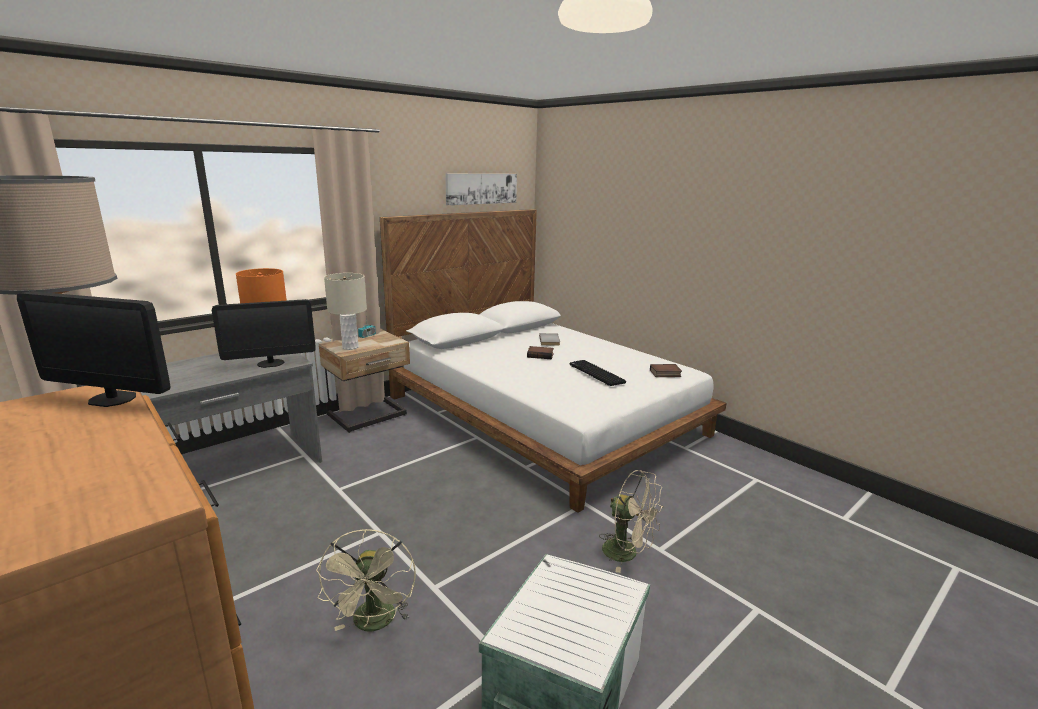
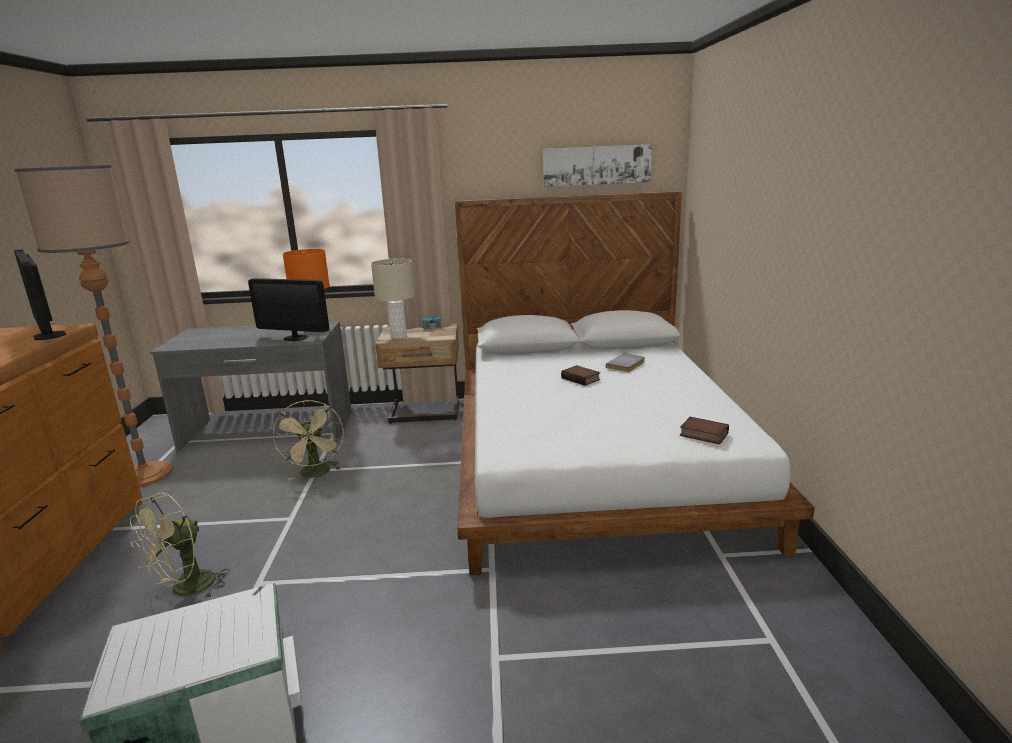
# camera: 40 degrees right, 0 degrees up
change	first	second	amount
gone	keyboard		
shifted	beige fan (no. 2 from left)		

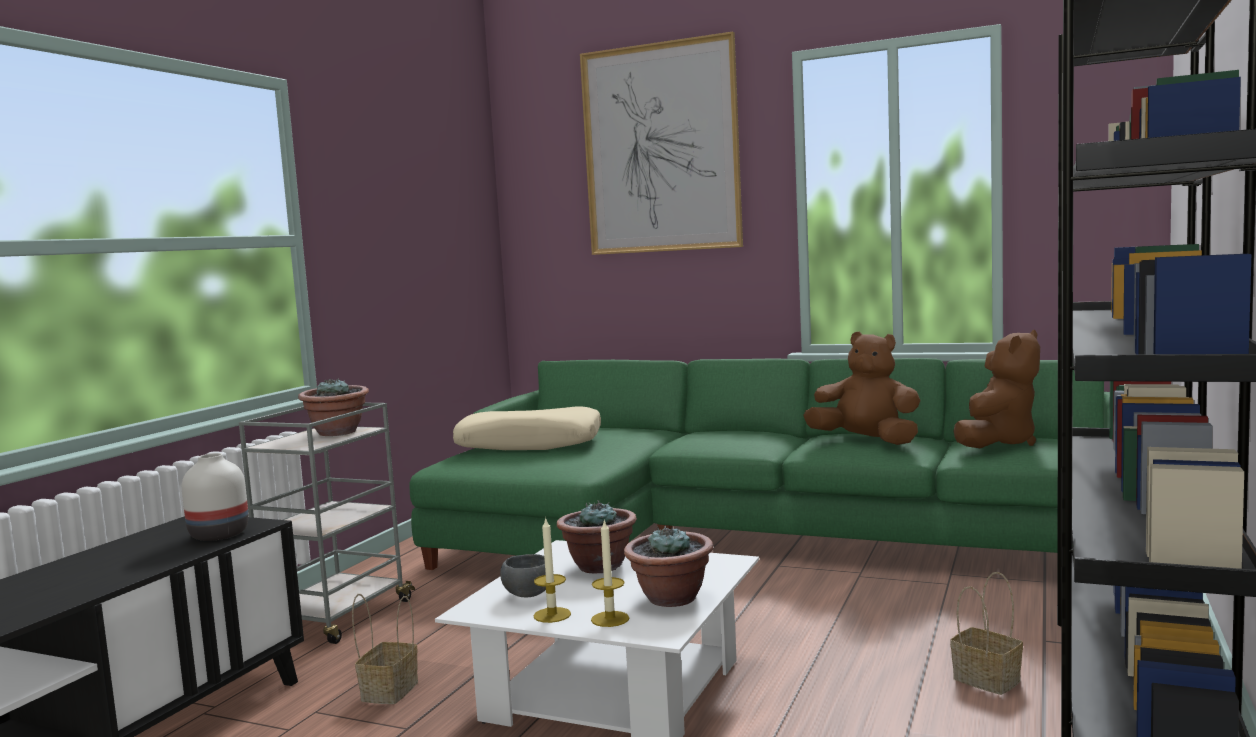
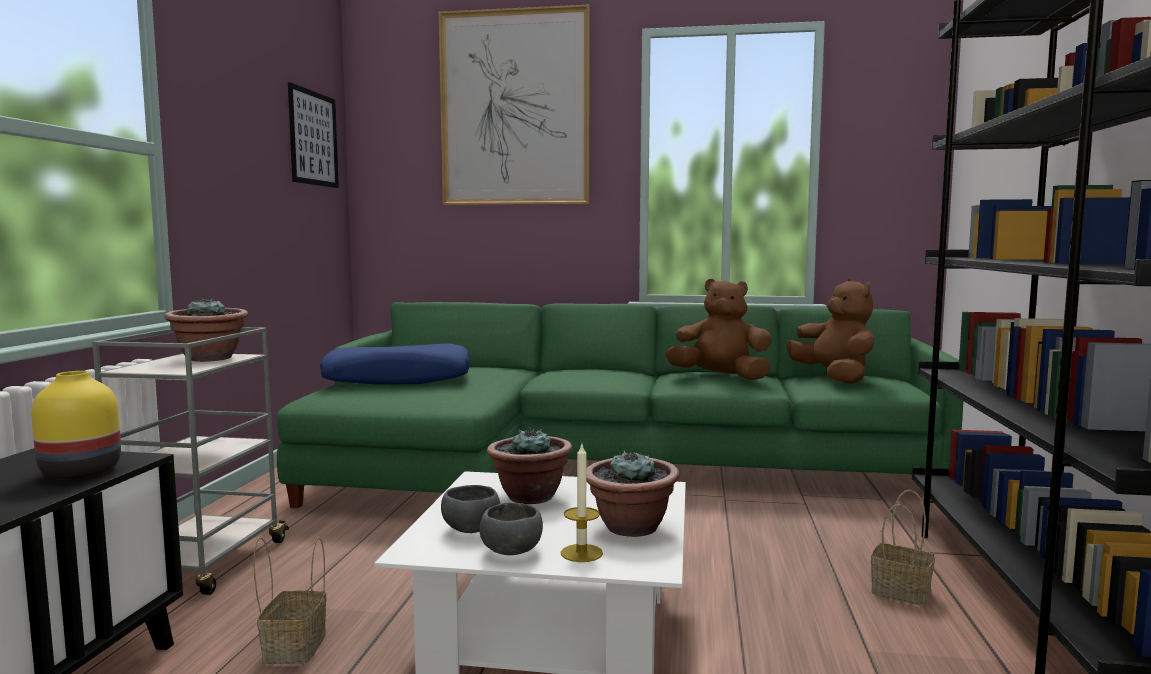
# camera: 15 degrees left, 0 degrees up
change	first	second	amount
new		picture (no. 1 from left)	
swapped	candle (no. 1 from left)	grey bowl (no. 2 from left)	
repainted	white vase	yellow vase	
repainted	beige pillow	blue pillow	
rotated	brown plush toy (no. 2 from left)		45 degrees counterclockwise

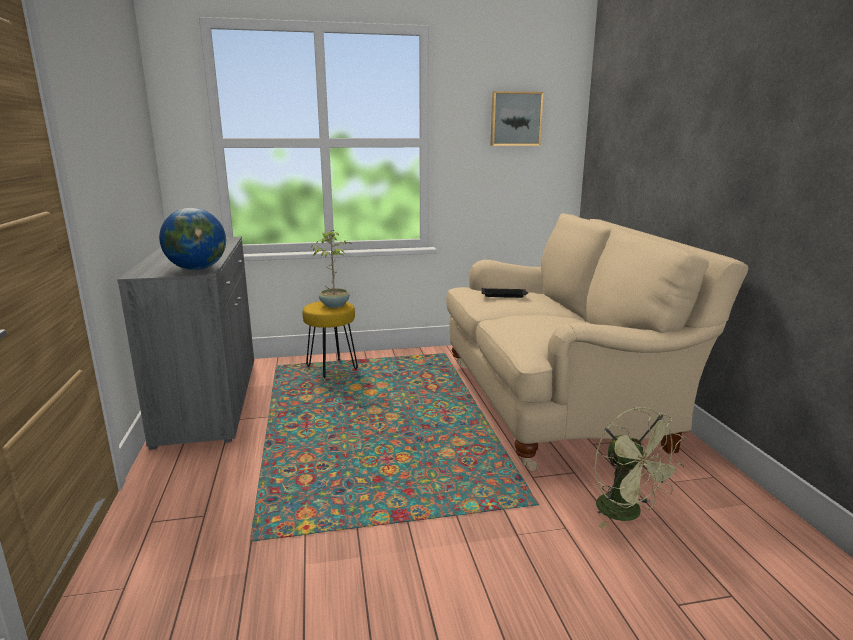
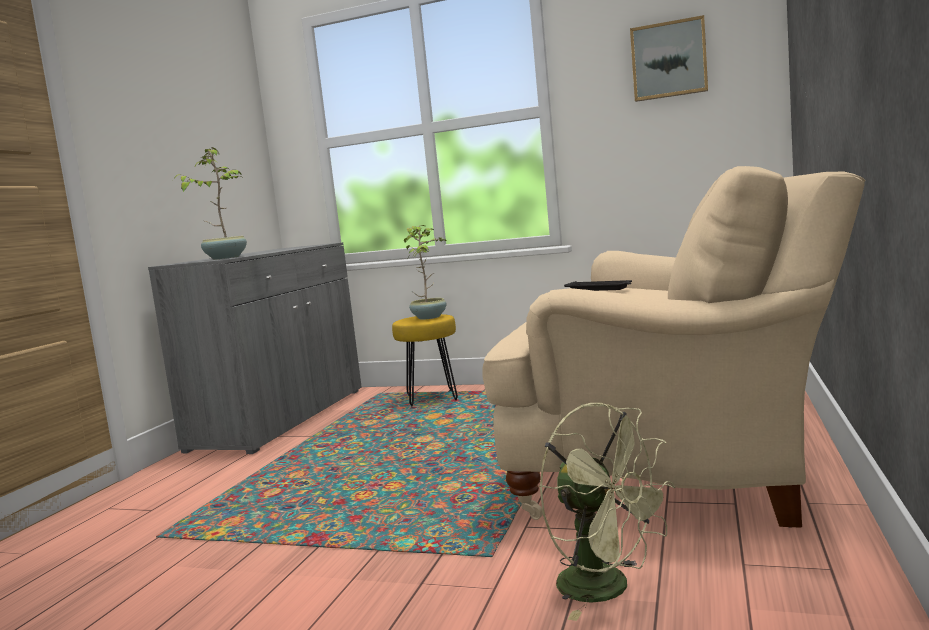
# camera: 30 degrees right, 10 degrees down
change	first	second	amount
swapped	globe	potted plant (no. 1 from left)	
rotated	green fan		45 degrees counterclockwise

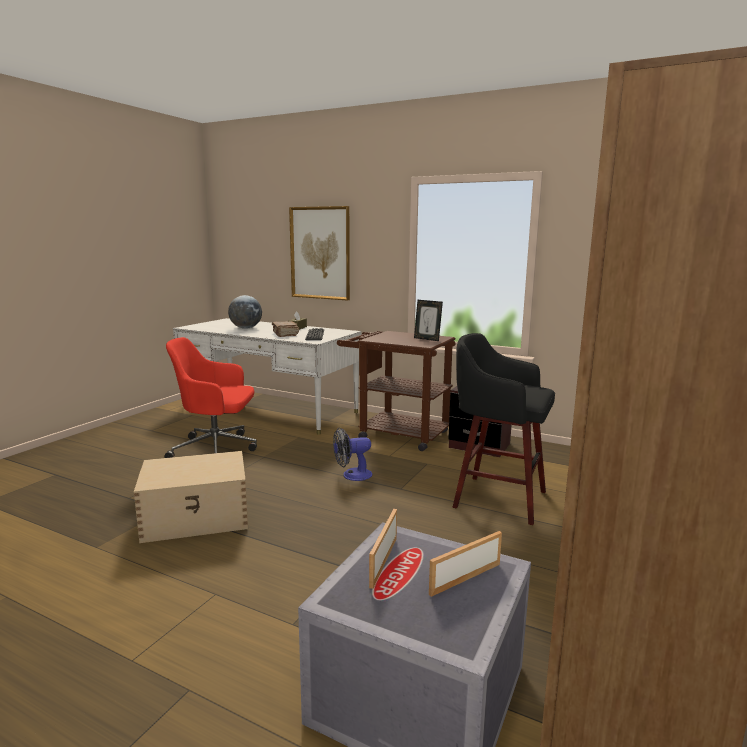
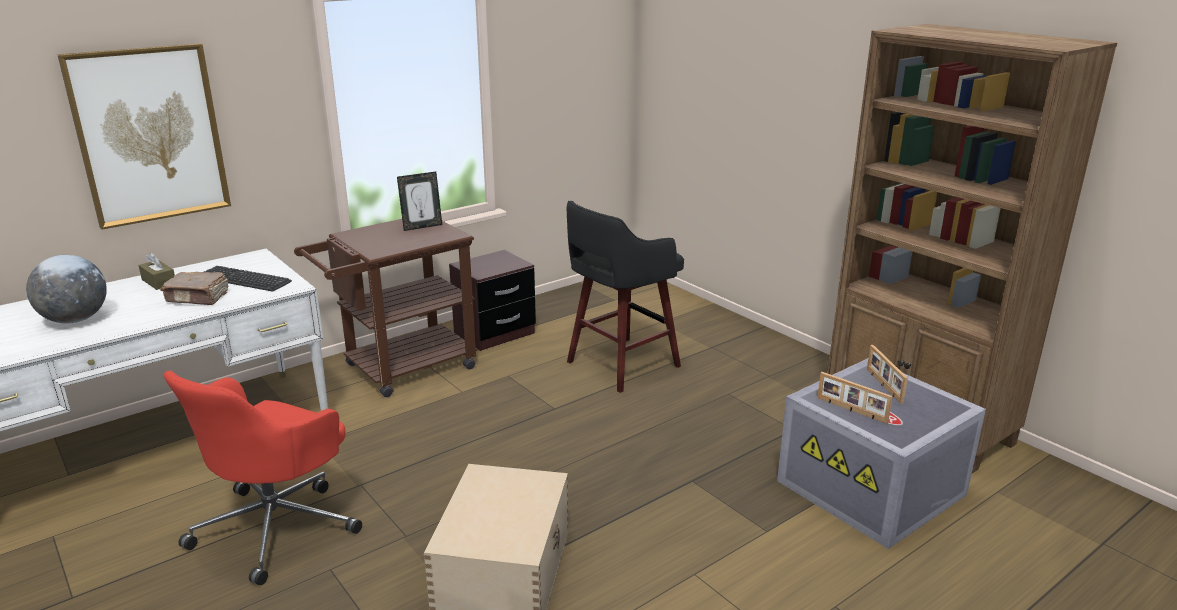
# camera: 65 degrees left, 10 degrees up
change	first	second	amount
gone	fan		

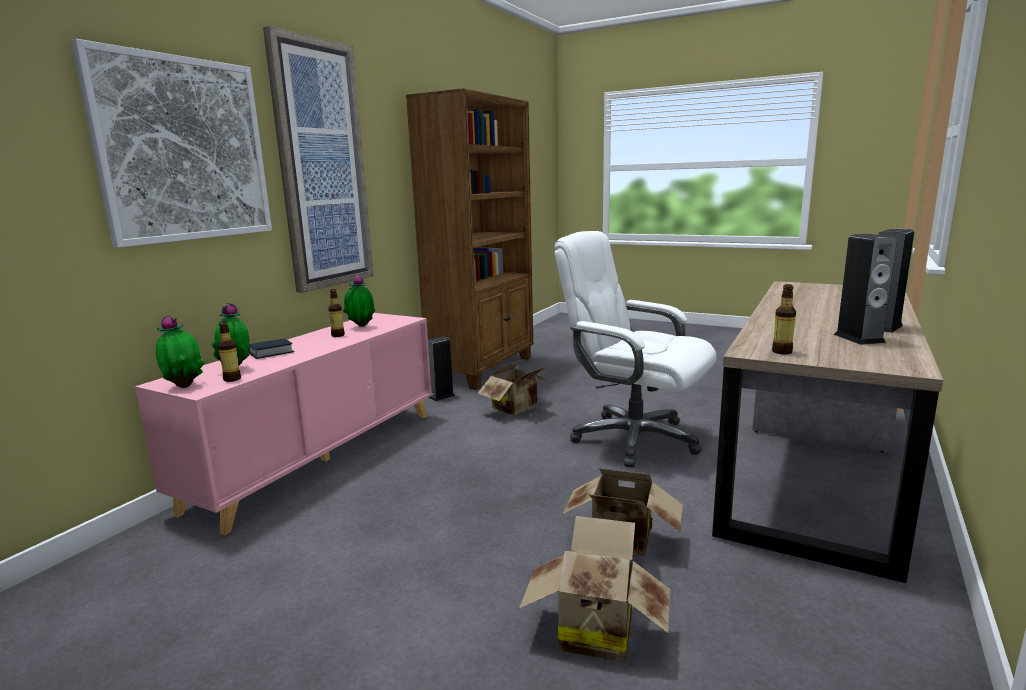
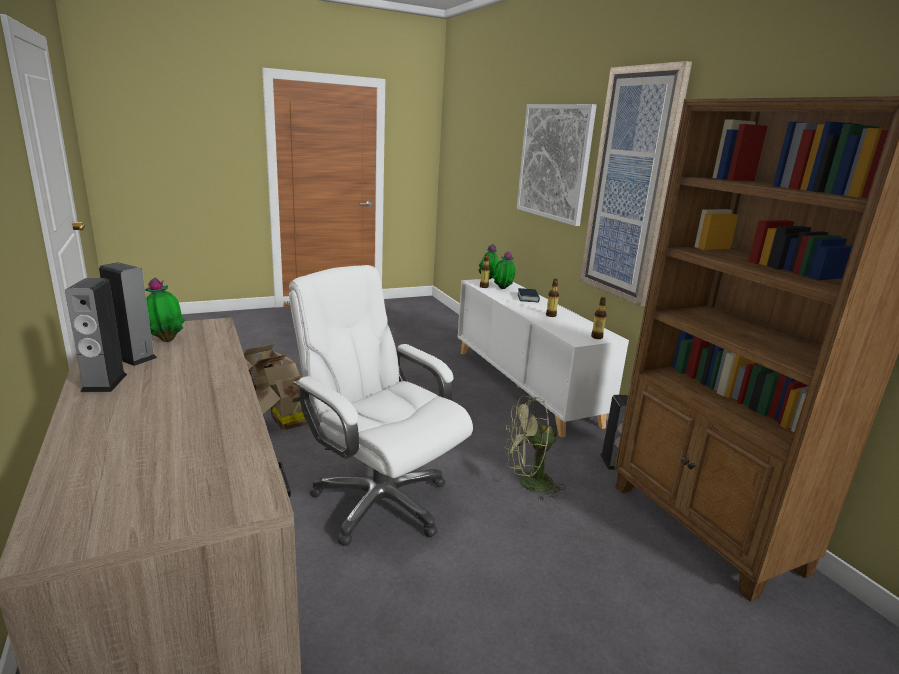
# camera: 125 degrees right, 5 degrees up
change	first	second	amount
shifted	potted plant (no. 3 from left in the first image)	potted plant (no. 1 from left)	
shifted	bottle (no. 3 from left)		
swapped	cardboard box (no. 1 from left)	green fan	
repainted	pink cabinet	white cabinet	
rotated	white office chair		120 degrees counterclockwise

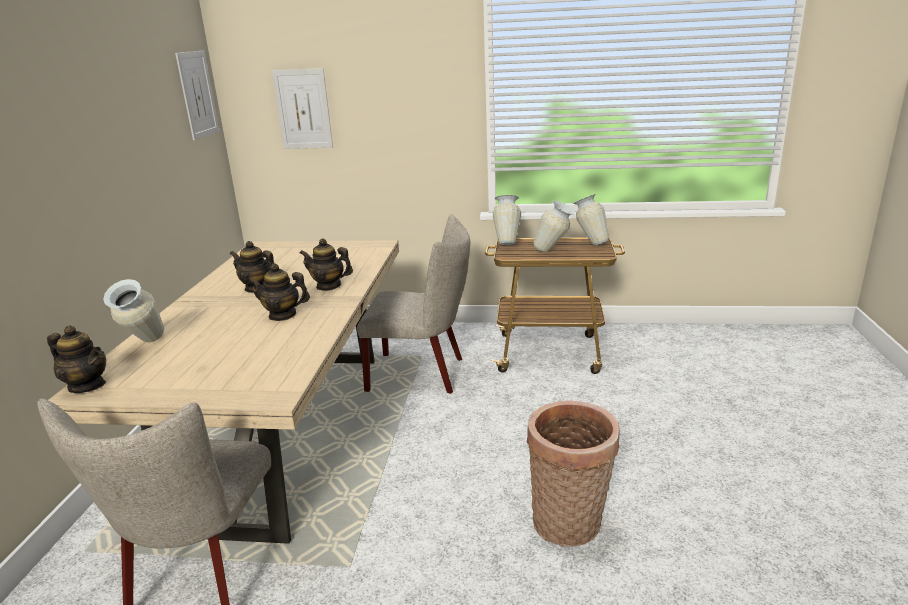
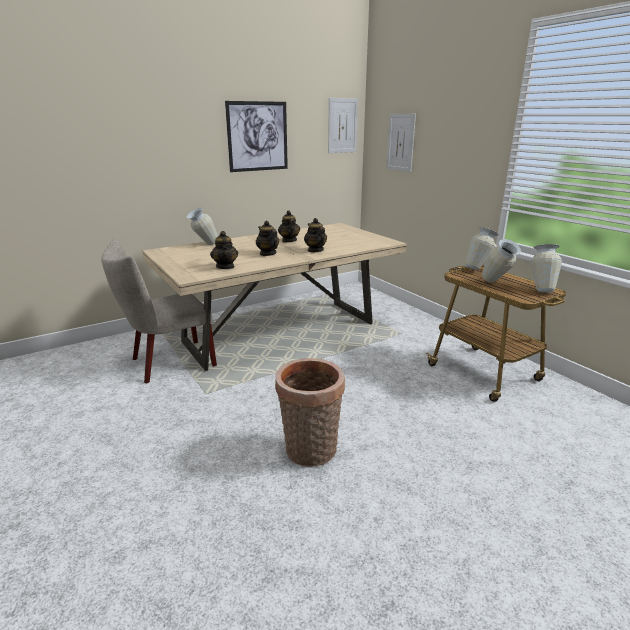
# camera: 50 degrees right, 0 degrees up
change	first	second	amount
gone	beige chair (no. 2 from left)		
new		picture (no. 1 from left)	
shifted	teapot (no. 1 from left)		

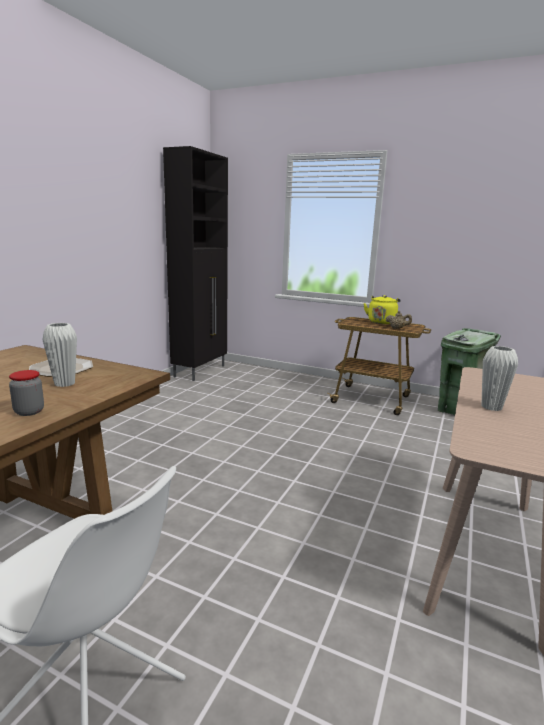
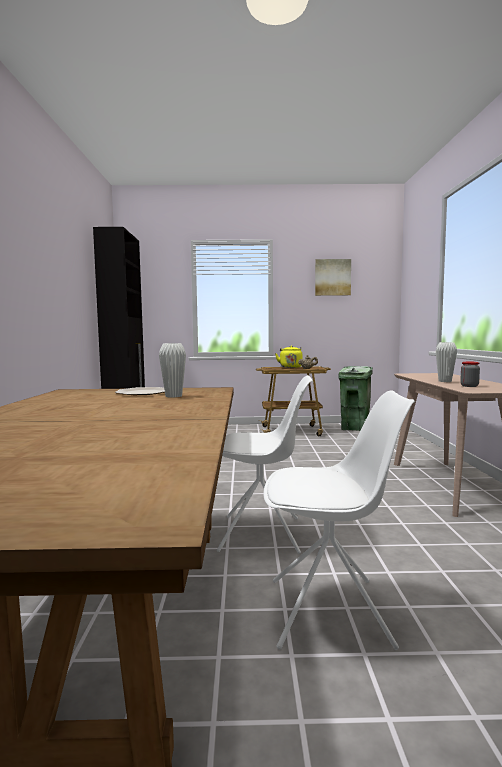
# camera: 25 degrees left, 10 degrees down
change	first	second	amount
new		white chair (no. 1 from left)	
new		picture	
shifted	jar		

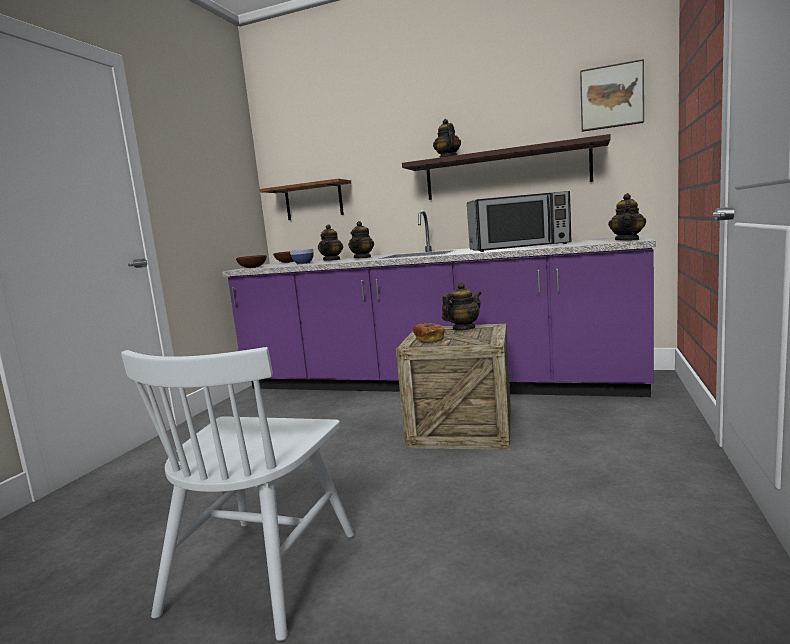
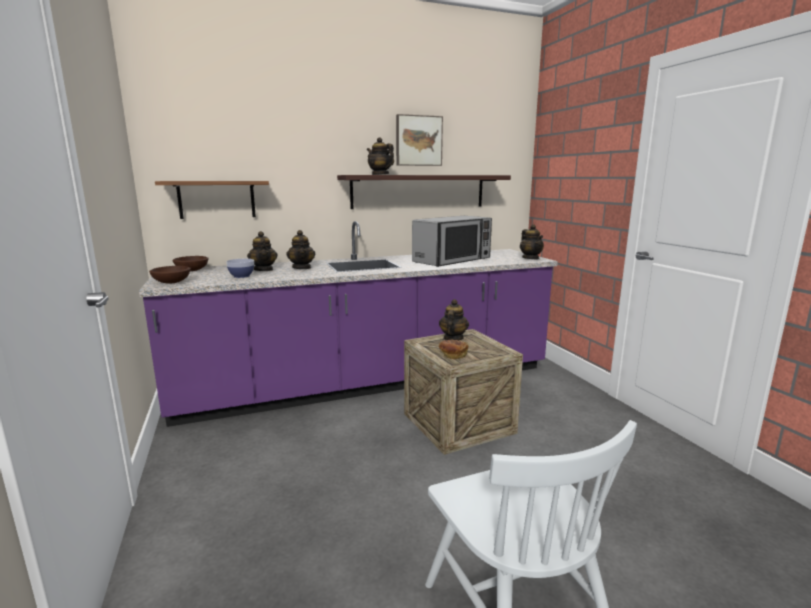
# camera: 40 degrees left, 5 degrees up
change	first	second	amount
shifted	picture		

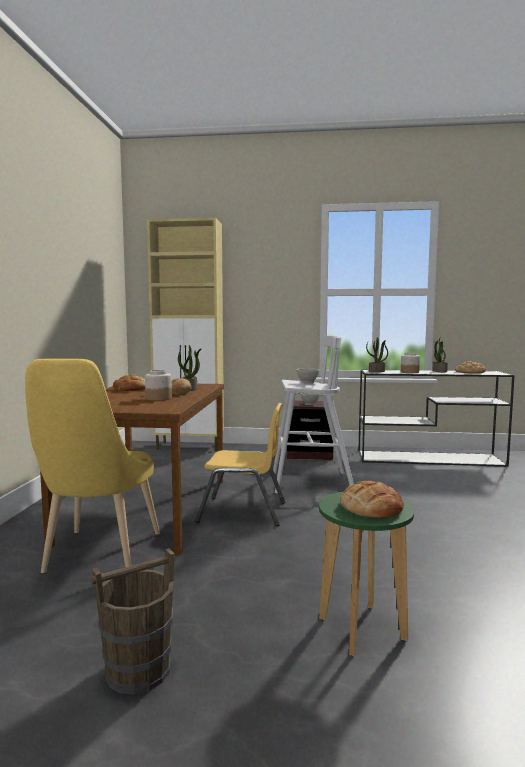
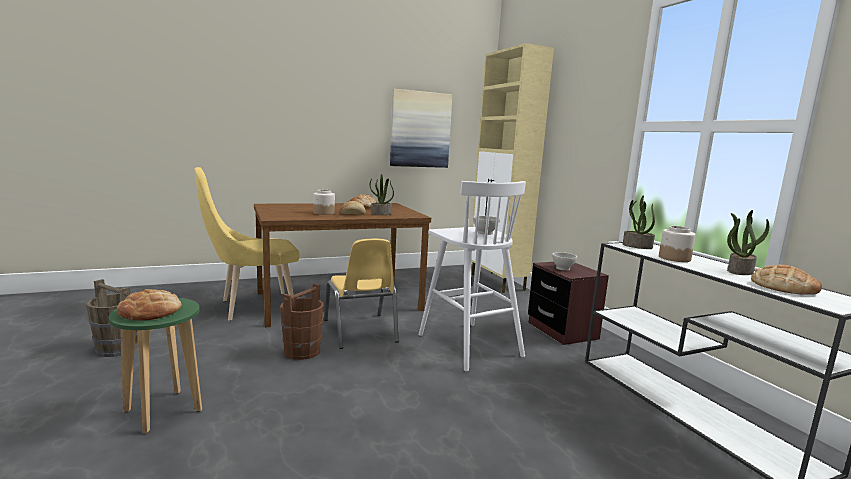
# camera: 60 degrees right, 5 degrees up
change	first	second	amount
new		brown bucket (no. 2 from left)	
new		picture	

